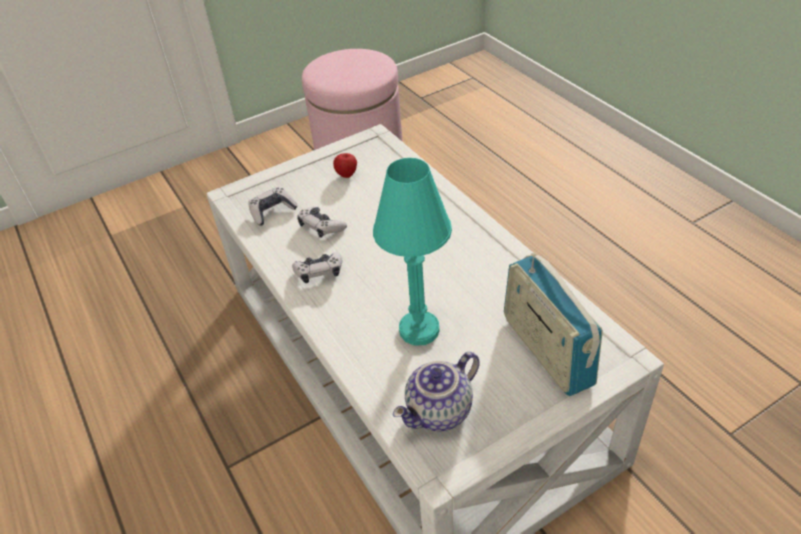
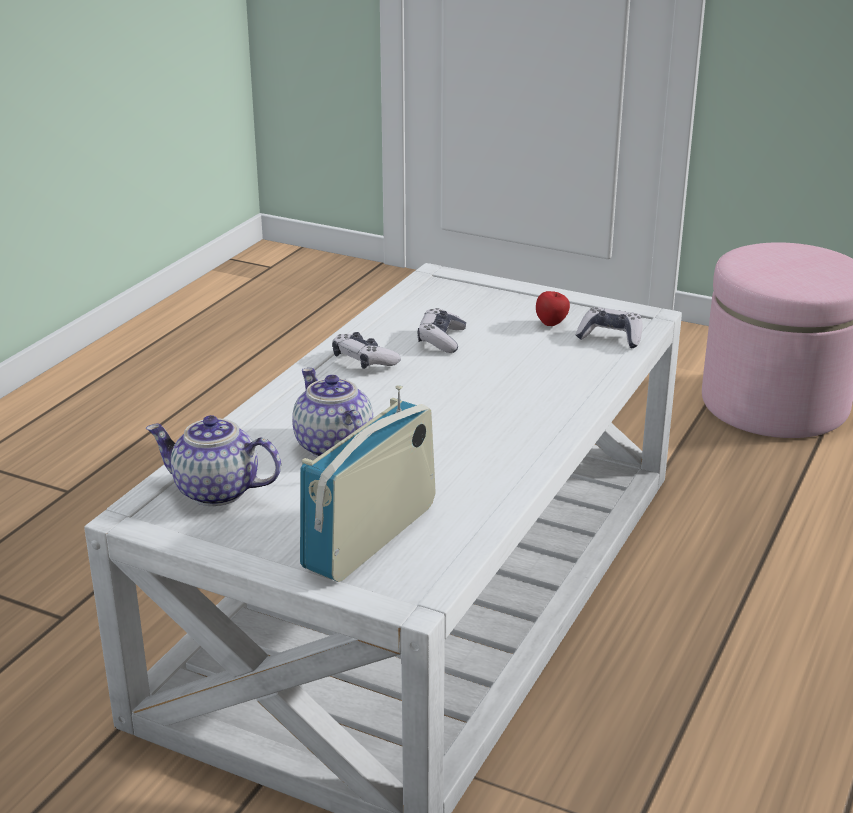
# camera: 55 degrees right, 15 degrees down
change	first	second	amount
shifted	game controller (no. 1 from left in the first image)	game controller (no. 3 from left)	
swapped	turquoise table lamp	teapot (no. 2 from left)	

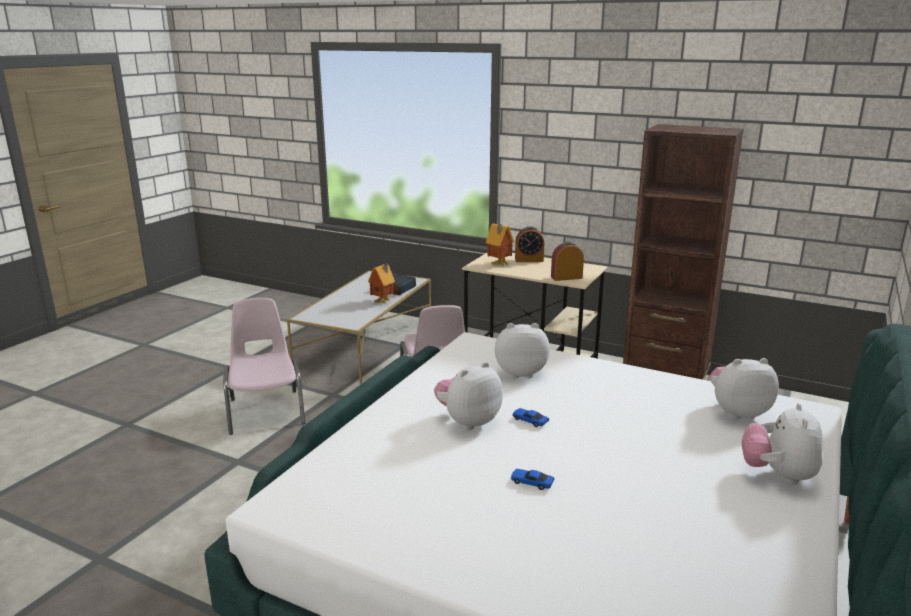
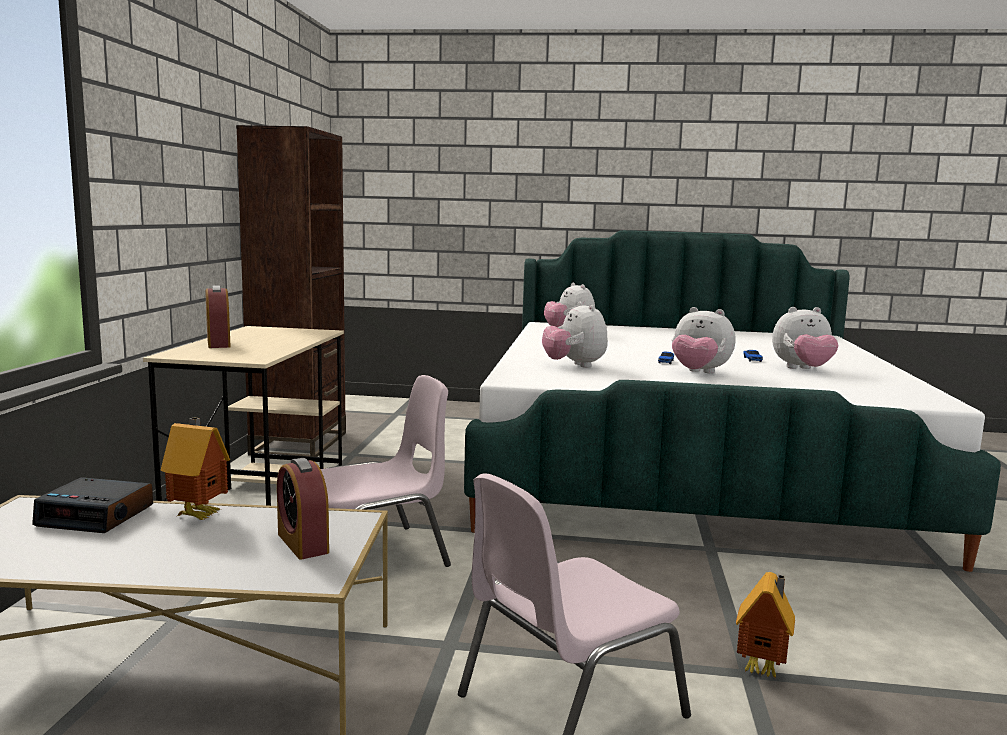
# camera: 110 degrees left, 10 degrees down
change	first	second	amount
shifted	toy house (no. 2 from left)		
shifted	alarm clock (no. 3 from left)		
shifted	plush toy (no. 4 from left)		

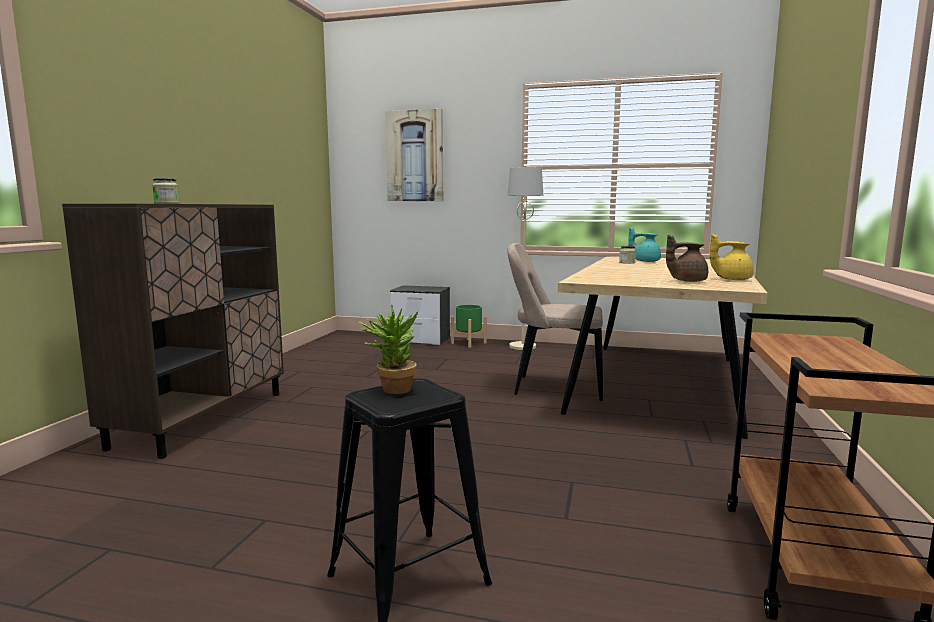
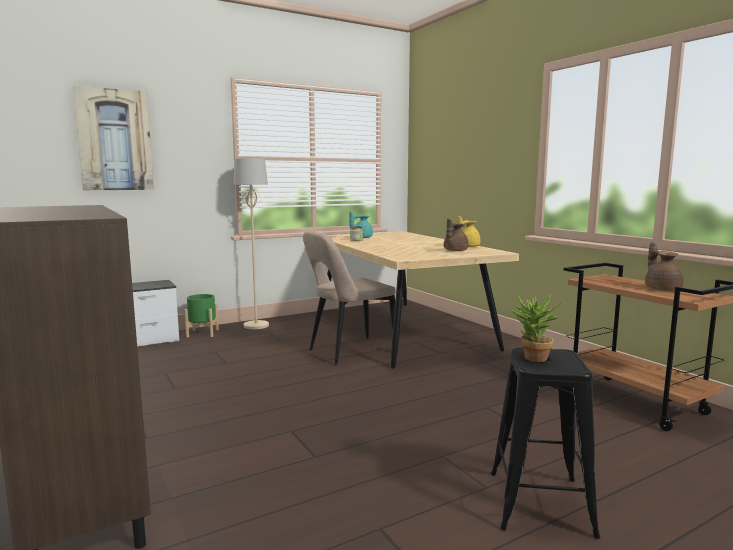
# camera: 45 degrees left, 0 degrees up
change	first	second	amount
gone	jar (no. 1 from left)		
new		brown teapot (no. 2 from left)	

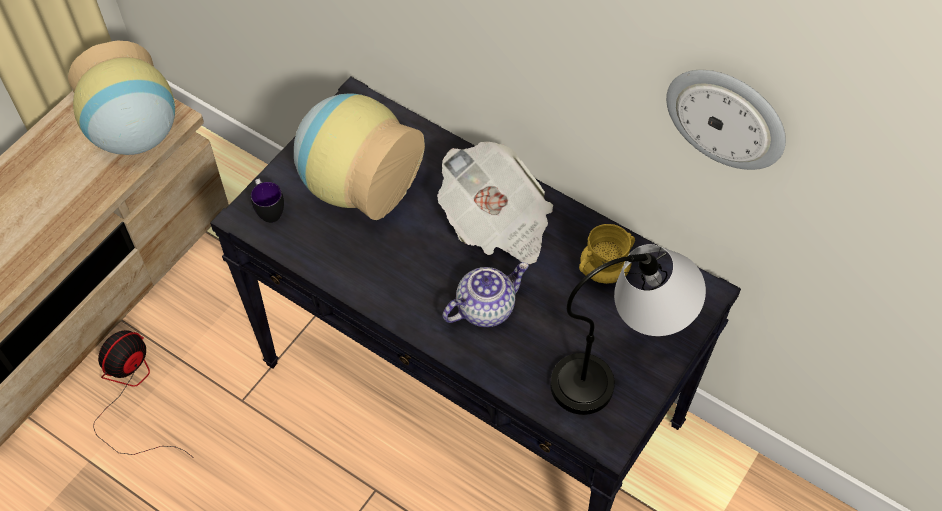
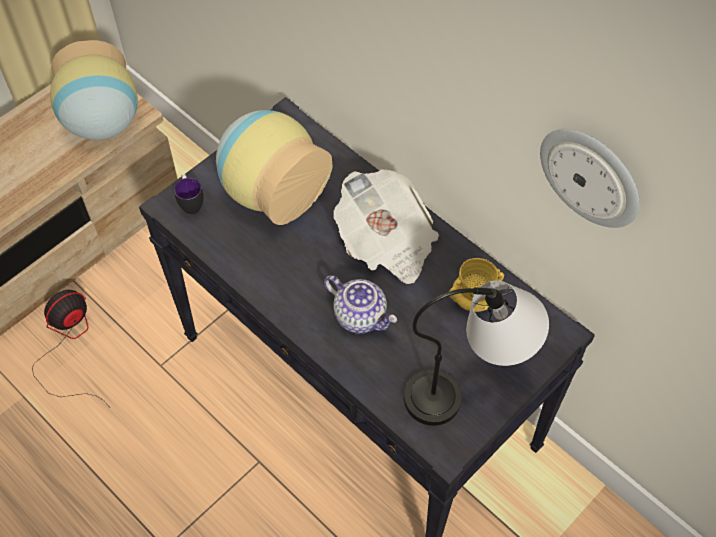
# camera: 10 degrees right, 0 degrees up
change	first	second	amount
rotated	teapot		60 degrees clockwise

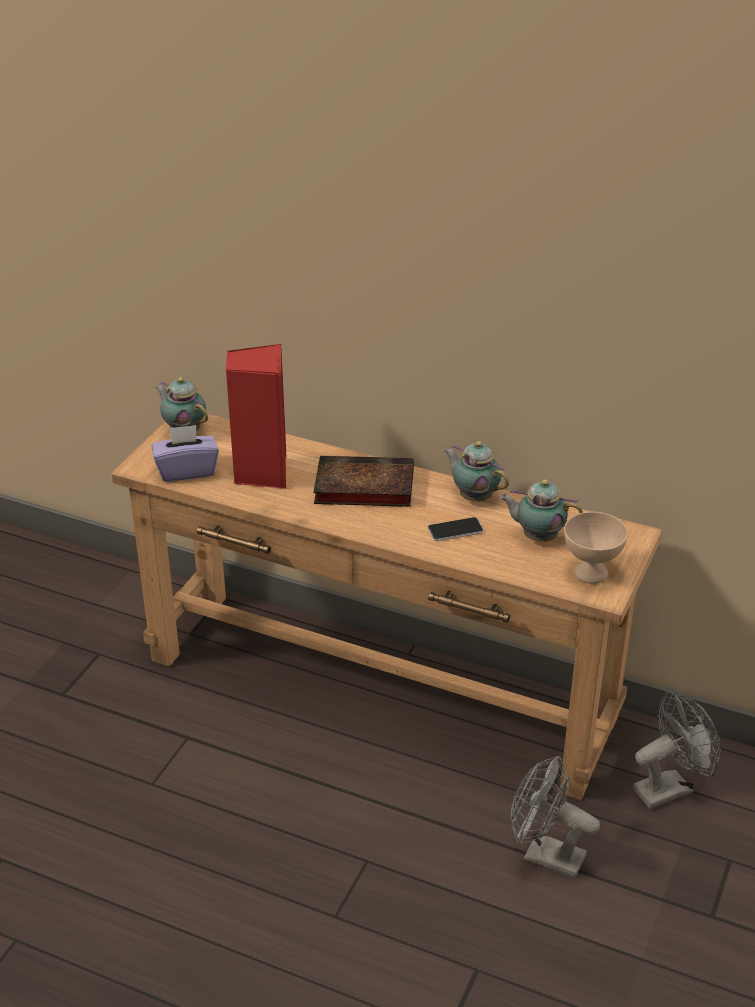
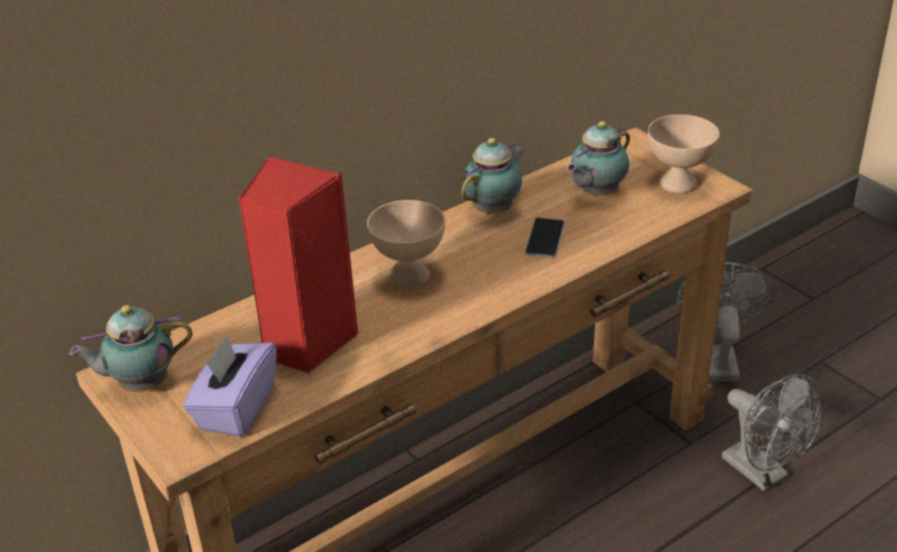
# camera: 60 degrees left, 0 degrees up
change	first	second	amount
swapped	book	beige bowl (no. 1 from left)	
rotated	teapot (no. 2 from left)		150 degrees clockwise
rotated	grey fan (no. 1 from left in the first image)	grey fan (no. 2 from left)	90 degrees counterclockwise

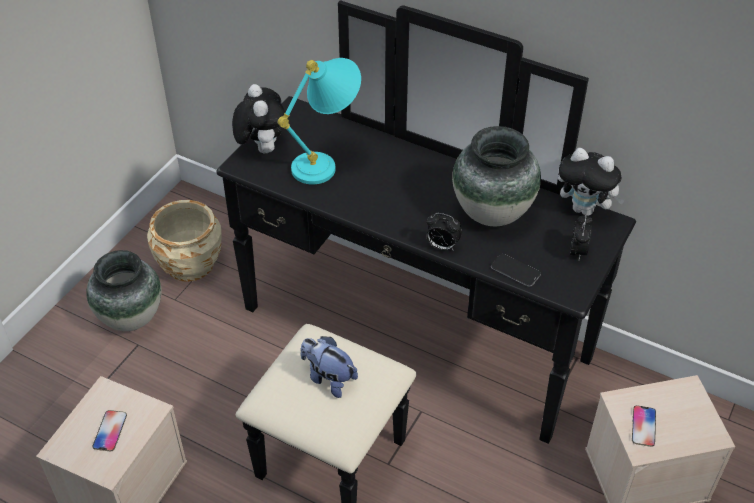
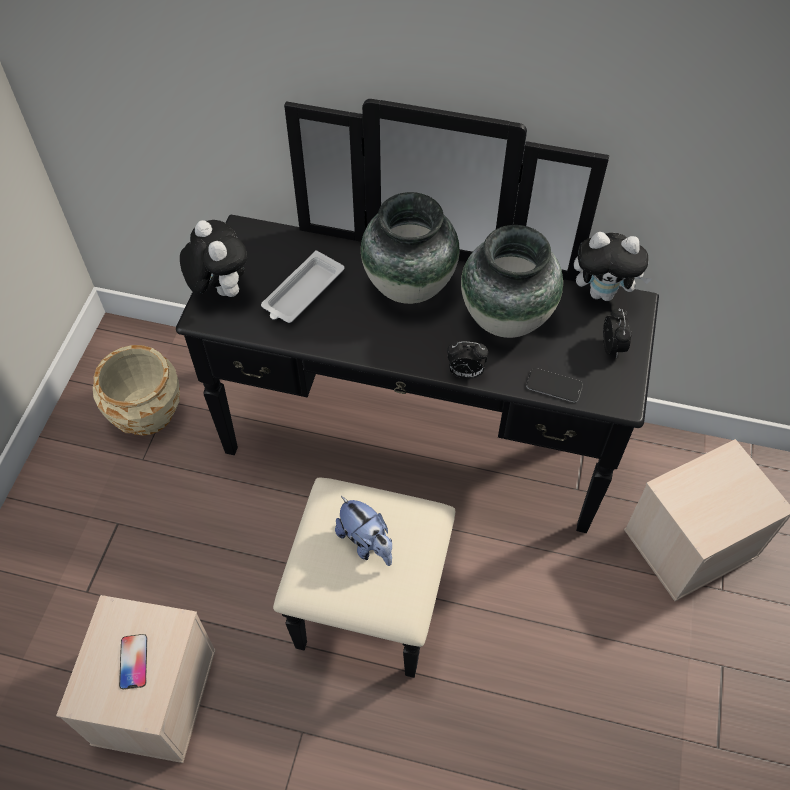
# camera: 15 degrees left, 10 degrees up
change	first	second	amount
gone	phone (no. 3 from left)		
shifted	vase (no. 1 from left)		
swapped	turquoise table lamp	white tray	
rotated	plush toy (no. 2 from left)		150 degrees counterclockwise

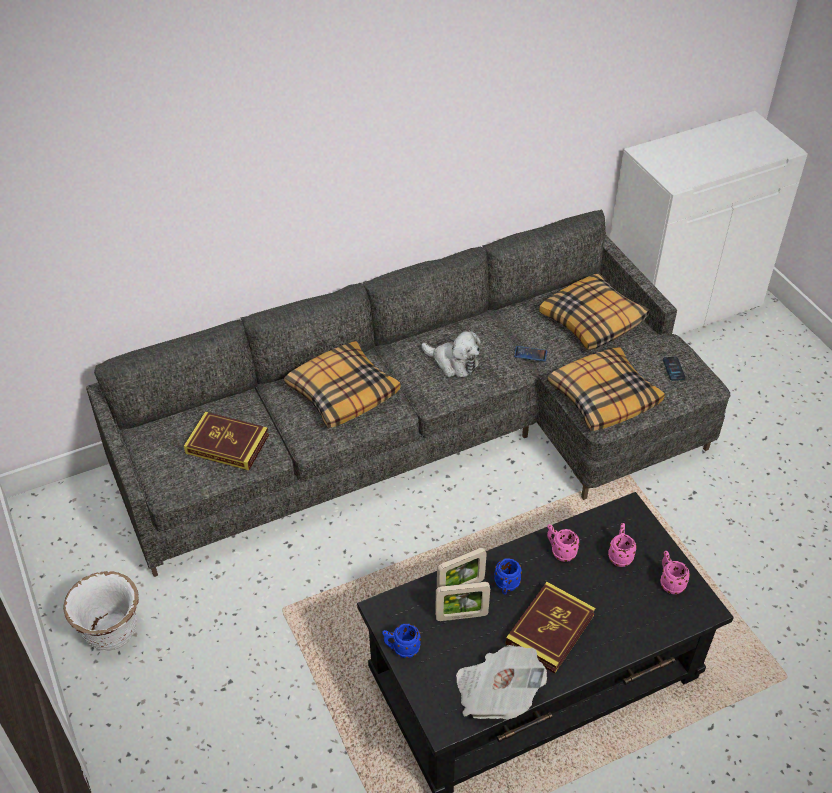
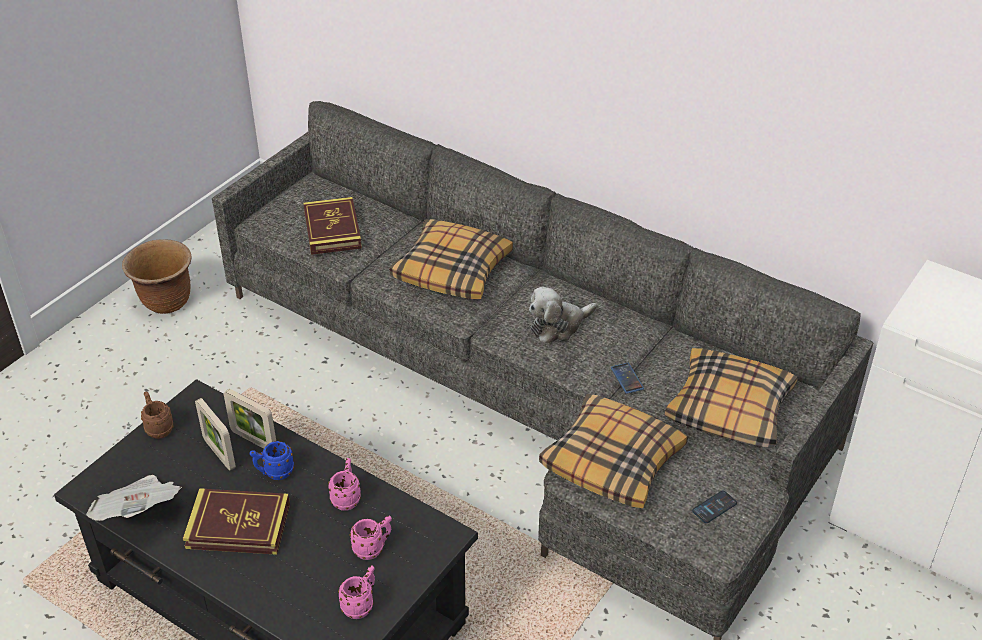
# camera: 60 degrees right, 5 degrees down
change	first	second	amount
repainted	white planter	brown planter	
repainted	blue mug (no. 1 from left)	brown mug	
rotated	plush toy		60 degrees clockwise

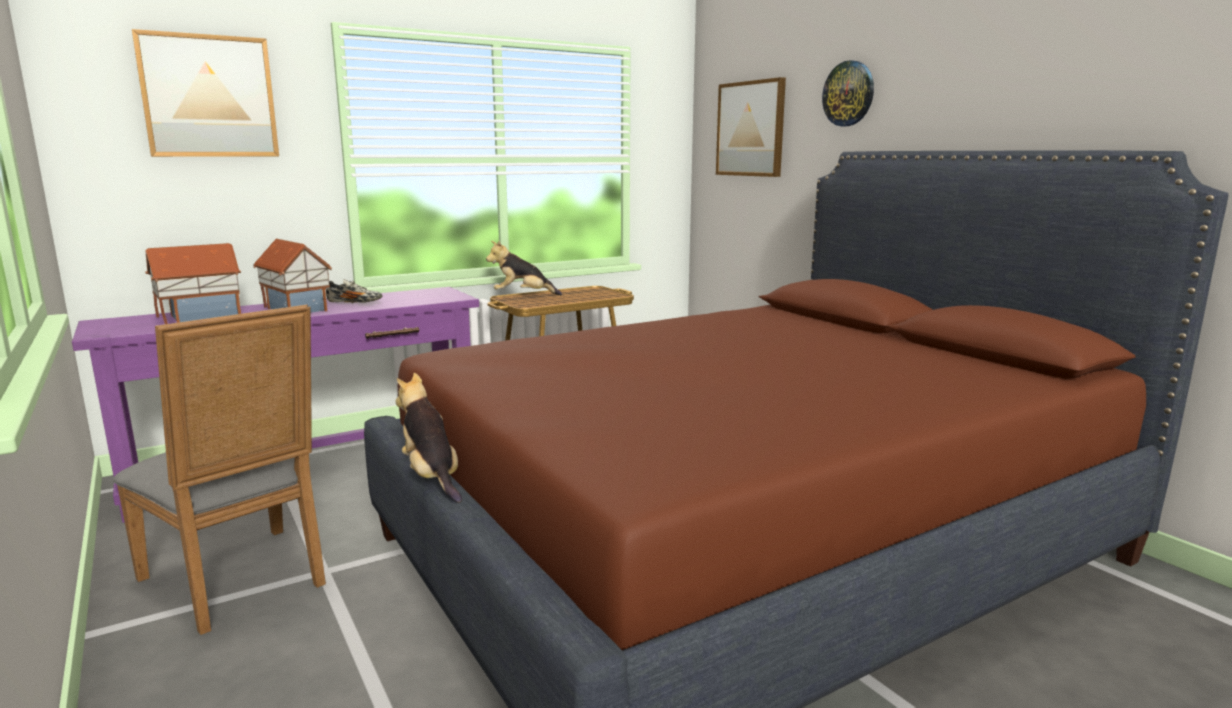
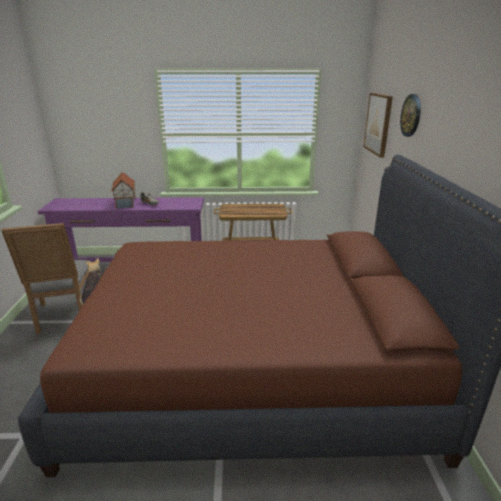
# camera: 30 degrees right, 10 degrees up
change	first	second	amount
gone	picture (no. 1 from left)		
gone	toy house (no. 1 from left)		
gone	plush toy (no. 2 from left)		

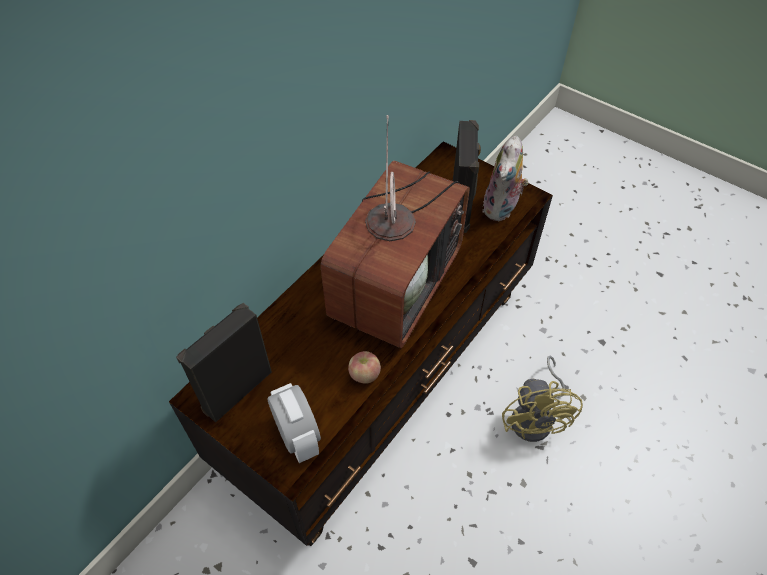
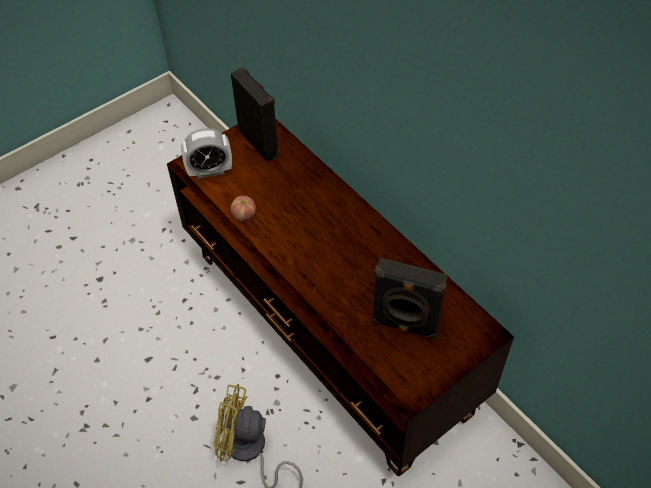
# camera: 105 degrees right, 0 degrees up
change	first	second	amount
gone	television		
gone	plush toy		

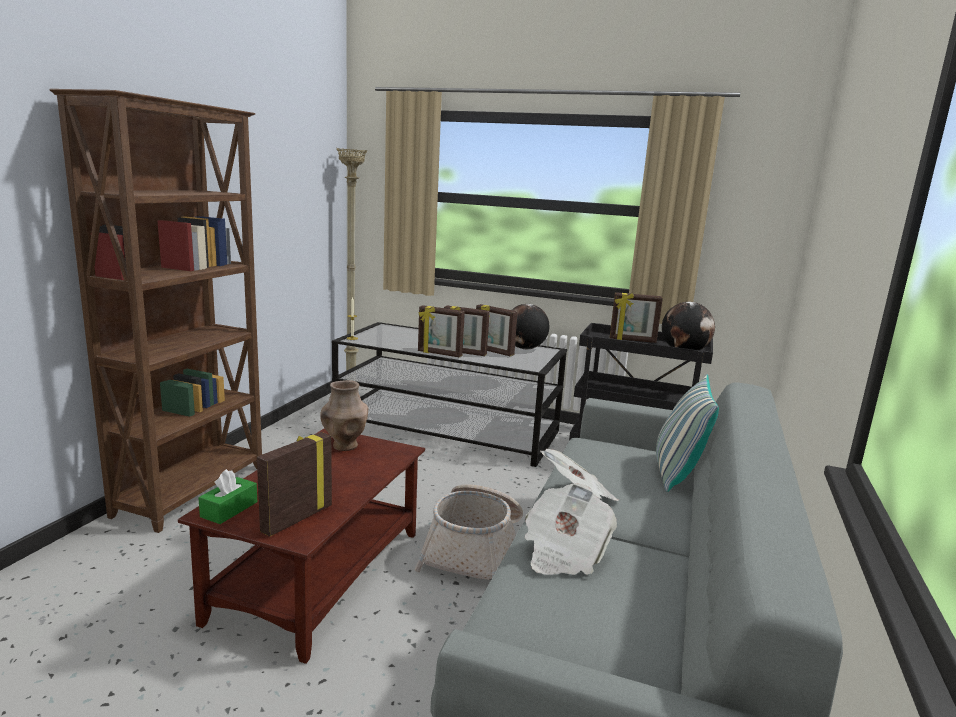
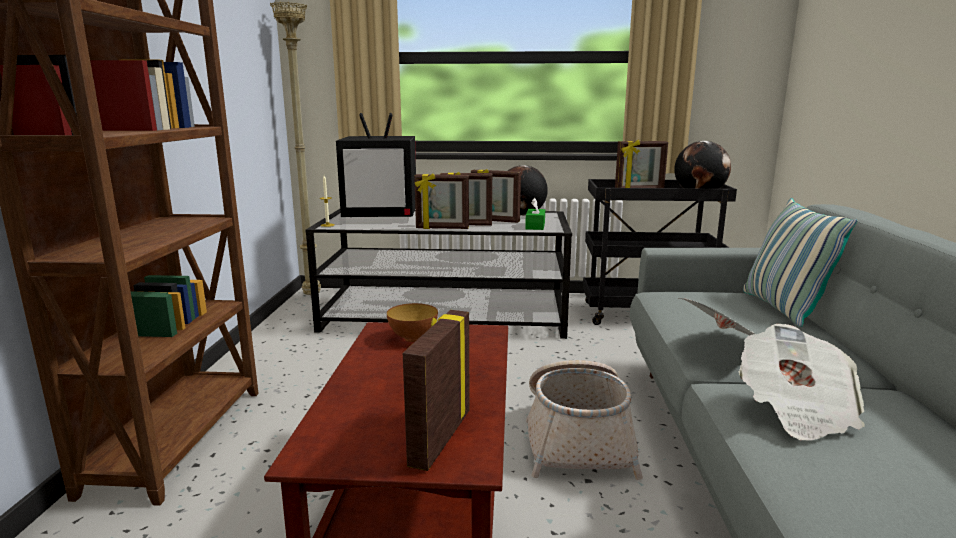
# camera: 15 degrees left, 0 degrees up
change	first	second	amount
new		television	
shifted	green tissue box		
swapped	brown vase	bowl	

